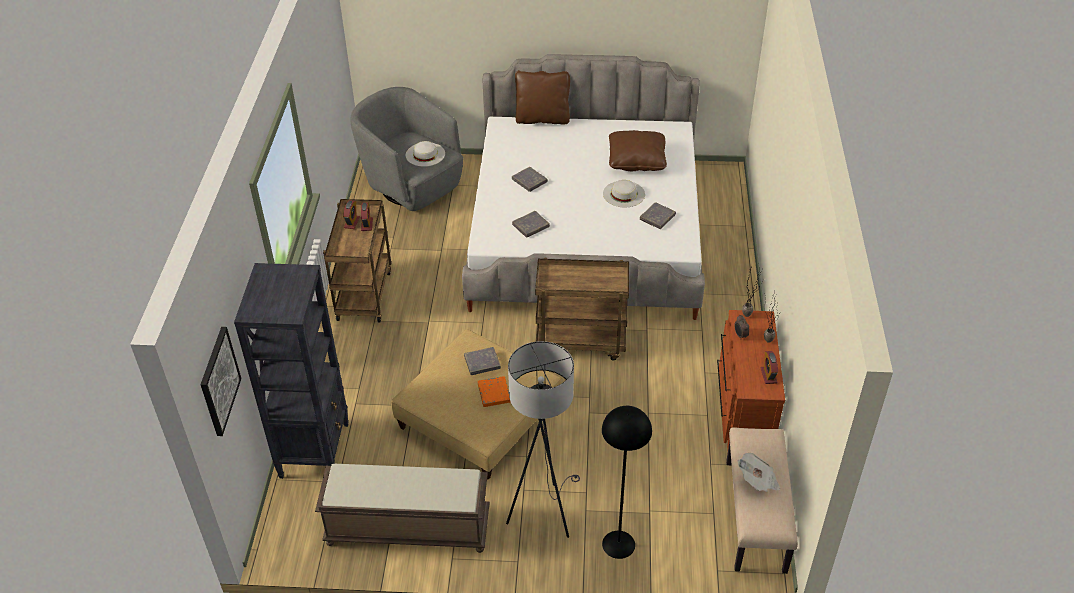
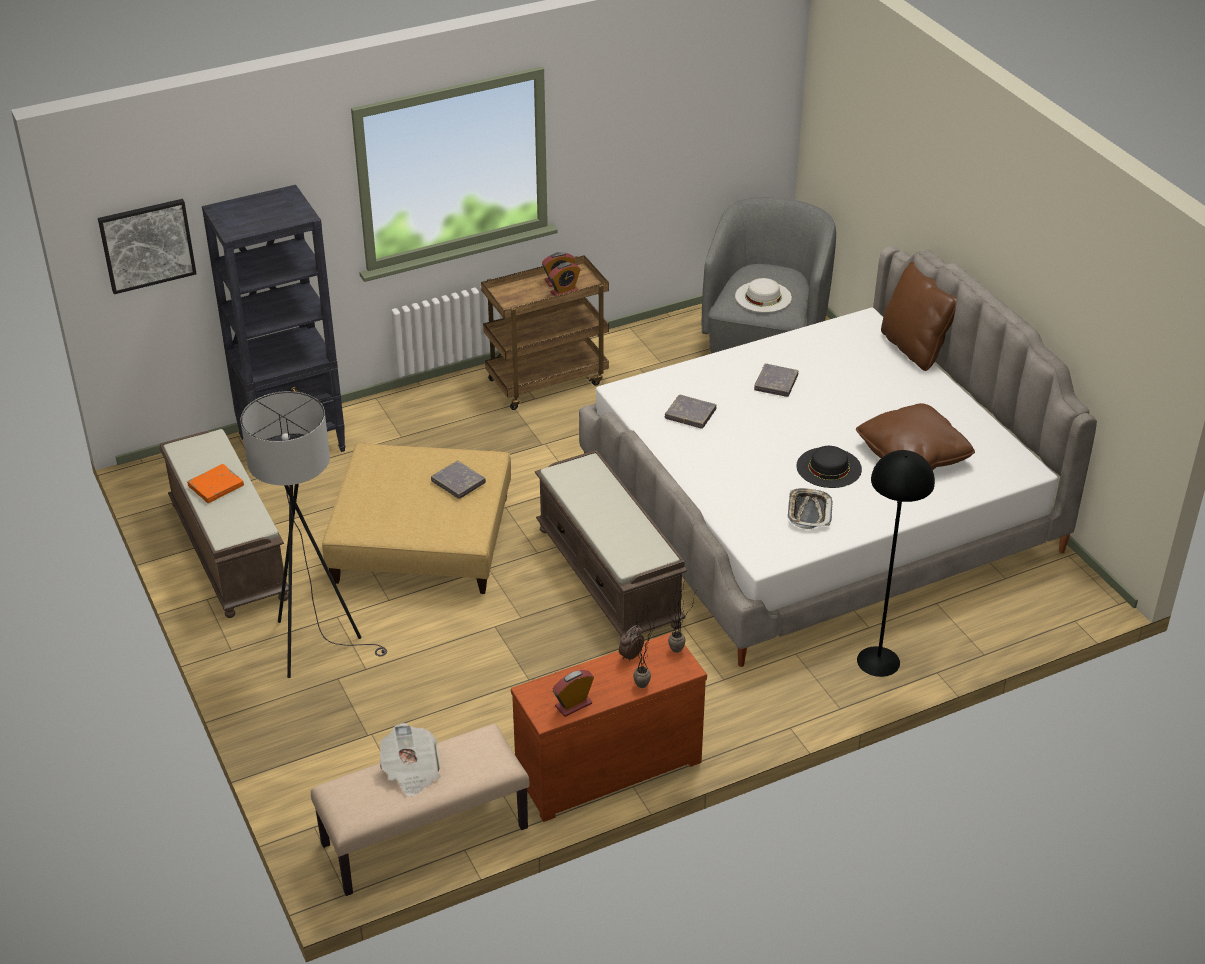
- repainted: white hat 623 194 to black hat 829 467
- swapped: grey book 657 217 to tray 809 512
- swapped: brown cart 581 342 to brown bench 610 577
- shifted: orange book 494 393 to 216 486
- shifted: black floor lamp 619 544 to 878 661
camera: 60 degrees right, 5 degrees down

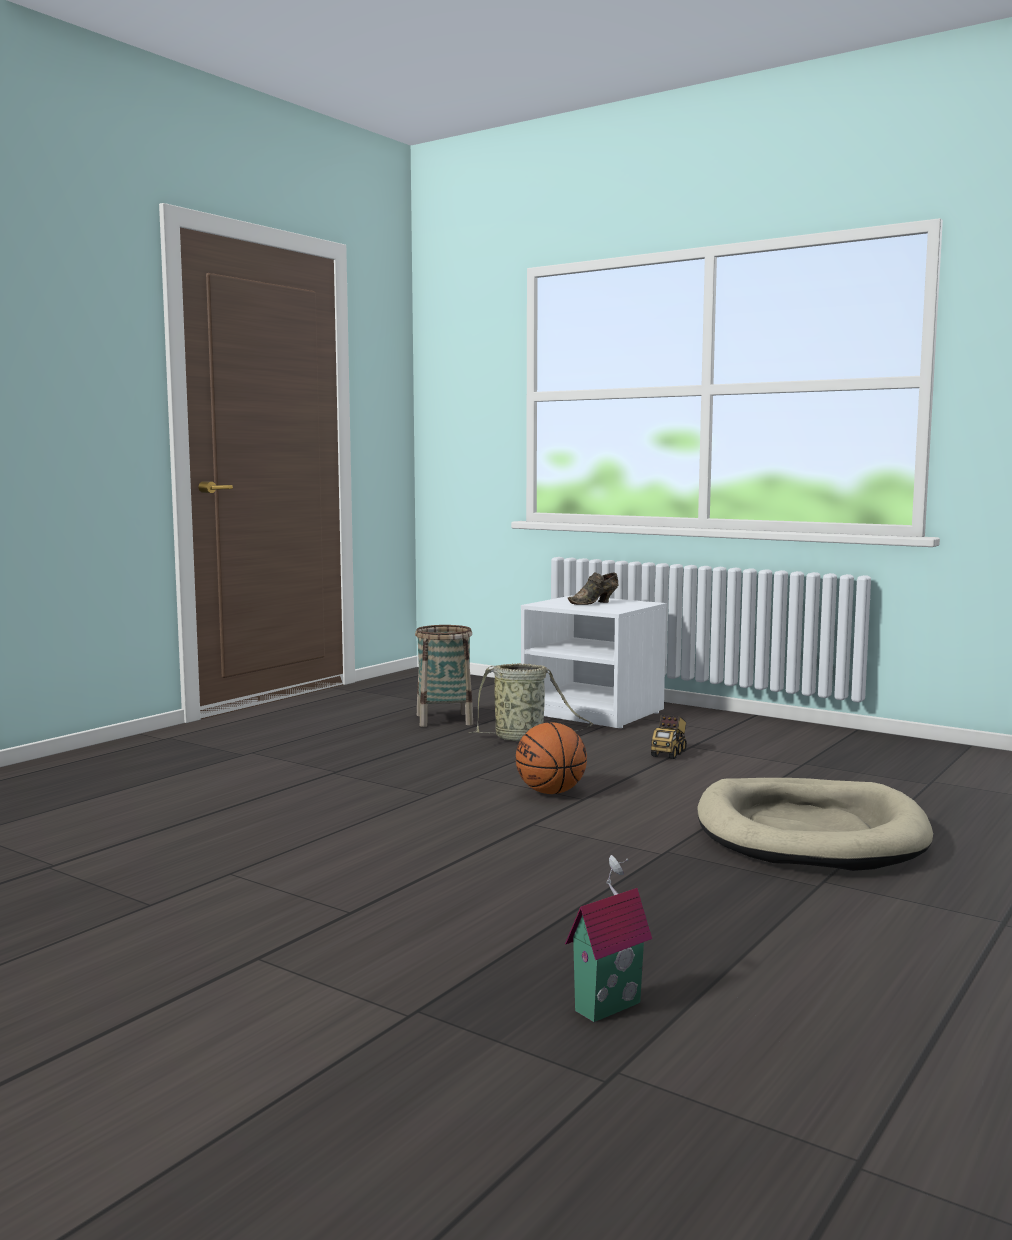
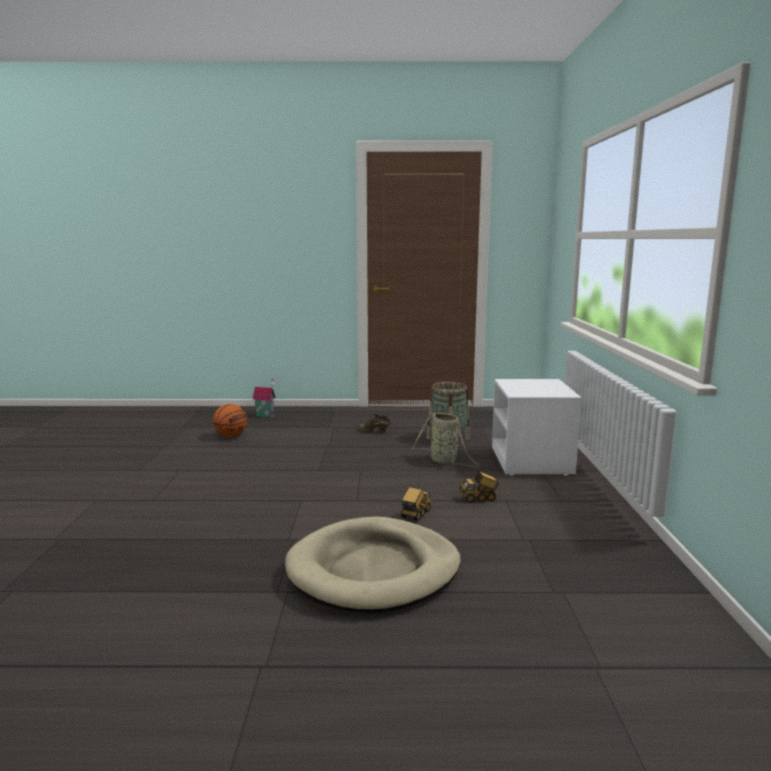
- shifted: brown shoe 595 603 to 374 431
- shifted: basketball 551 792 to 231 436
- shifted: toy house 605 1004 to 265 415
- new: toy truck 415 514
camera: 55 degrees right, 5 degrees up

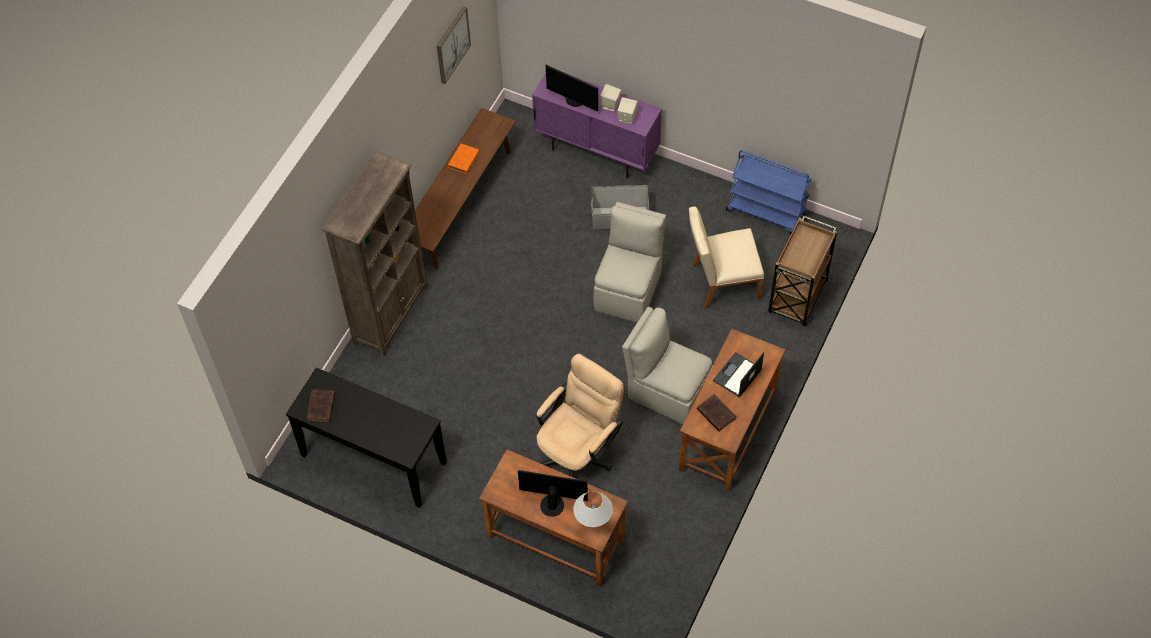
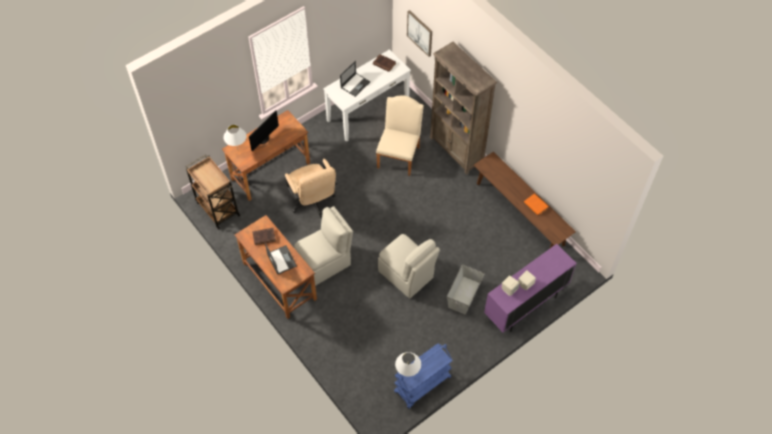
- shifted: picture 452 44 to 420 33
- gone: monitor 574 100
- shifted: beige chair 720 282 to 399 155
- shifted: brown cart 797 298 to 217 208
- repainted: black console table 373 459 to white console table 367 111
- new: laptop 355 84
- new: white table lamp 407 375
camera: 115 degrees right, 0 degrees up

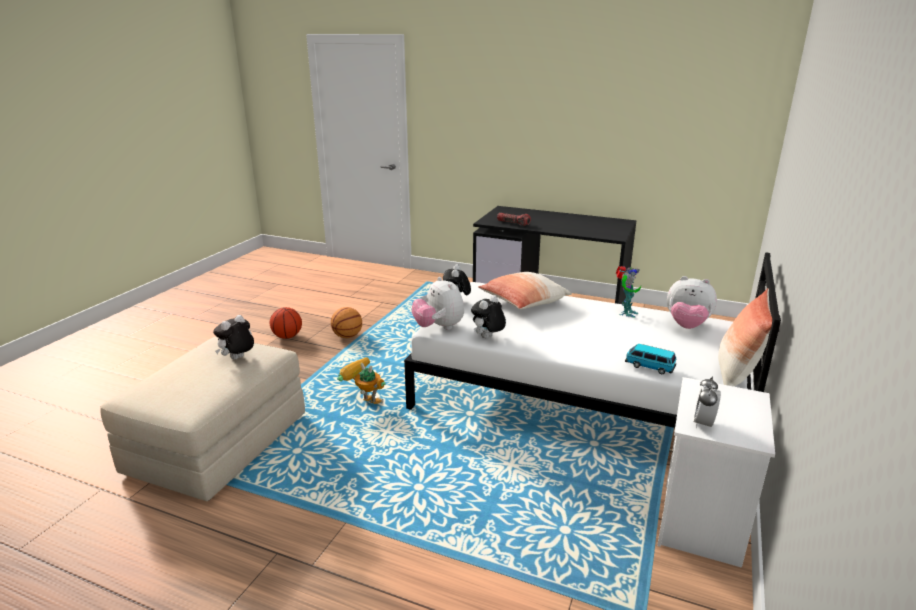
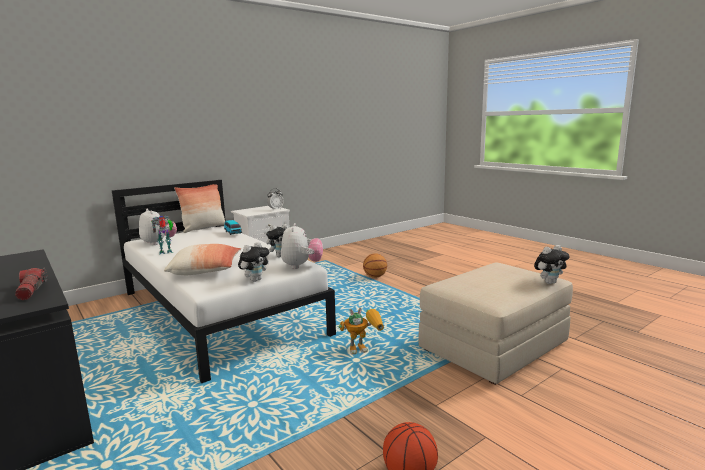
- shifted: basketball 347 336 to 375 276
- shifted: plush toy 238 359 to 549 282
- rotated: toy robot 363 402 = 364 348 75 degrees counterclockwise
camera: 150 degrees left, 10 degrees down

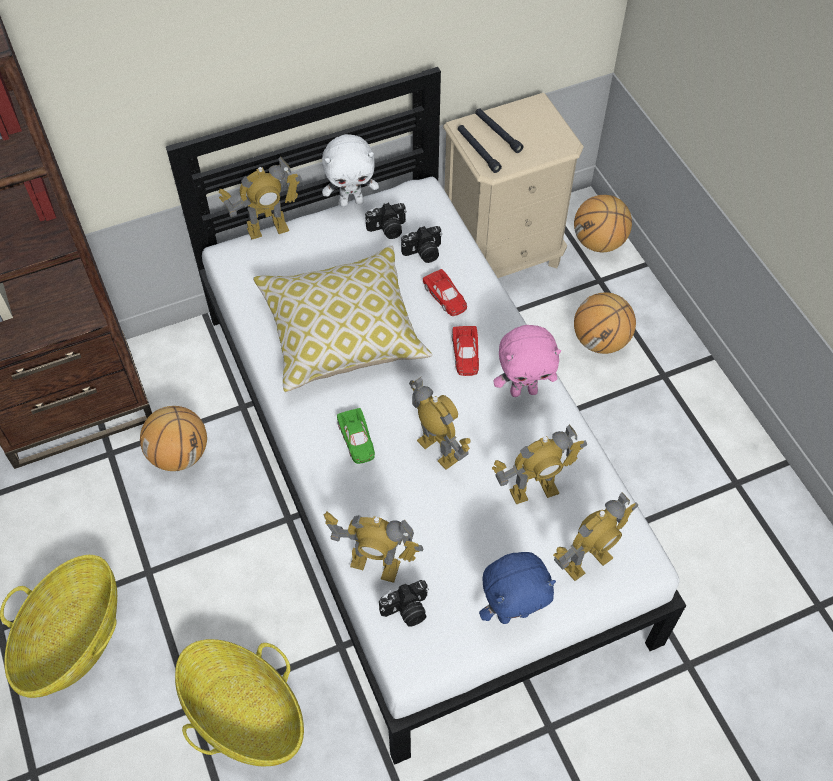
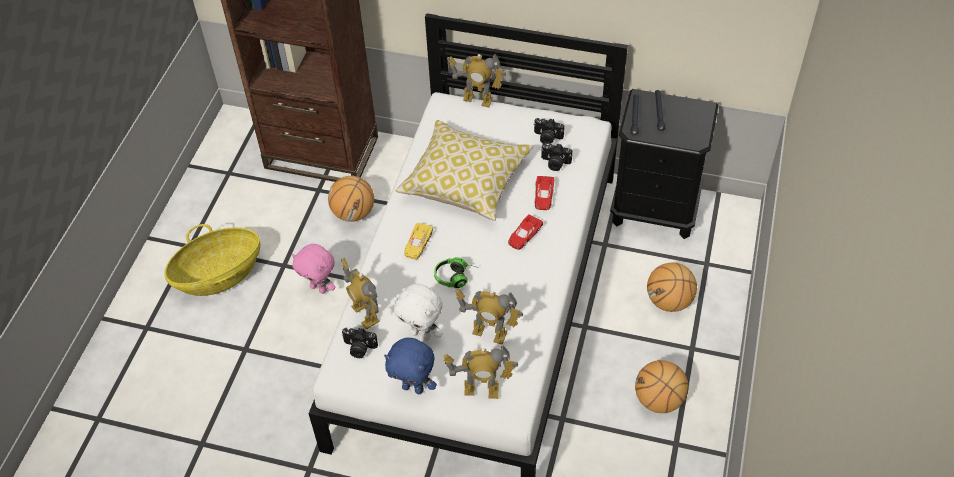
- repainted: beige nightstand 503 254 to black nightstand 655 210
- shifted: white plush toy 351 201 to 421 334
- shifted: basketball 599 242 to 658 400
- shifted: pink plush toy 524 390 to 319 288
- swapped: toy robot 438 450 to headphones 457 277
- repainted: green toy car 356 439 to yellow toy car 417 244
- gone: basket 244 714
camera: 40 degrees right, 5 degrees down

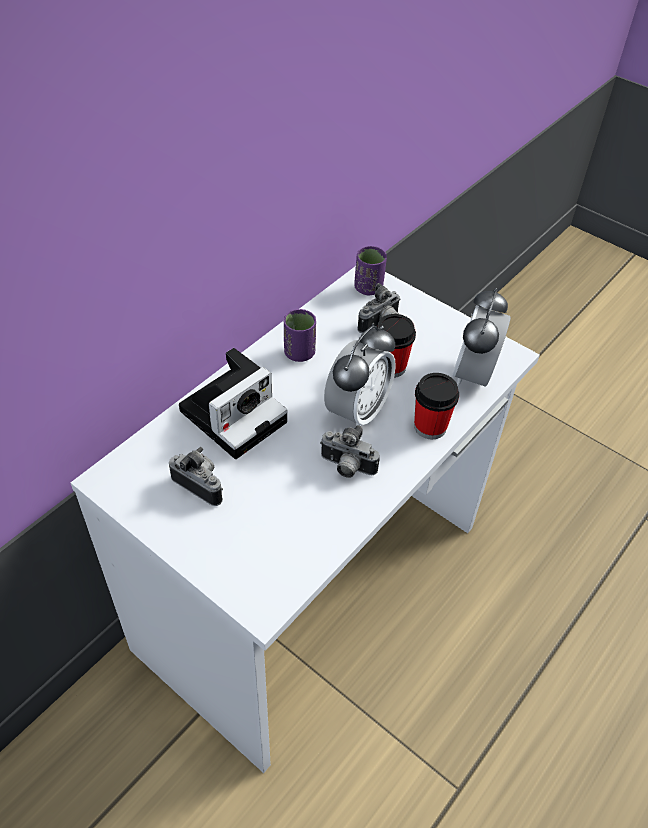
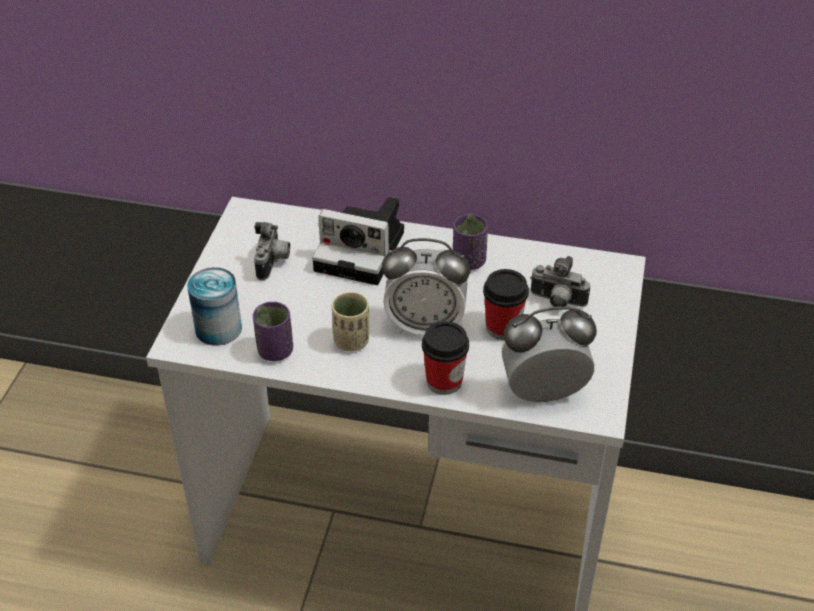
- shifted: purple cup 368 288 to 275 351
- swapped: photo camera 346 468 to beige cup 351 341
- new: can 218 328
camera: 65 degrees right, 5 degrees down

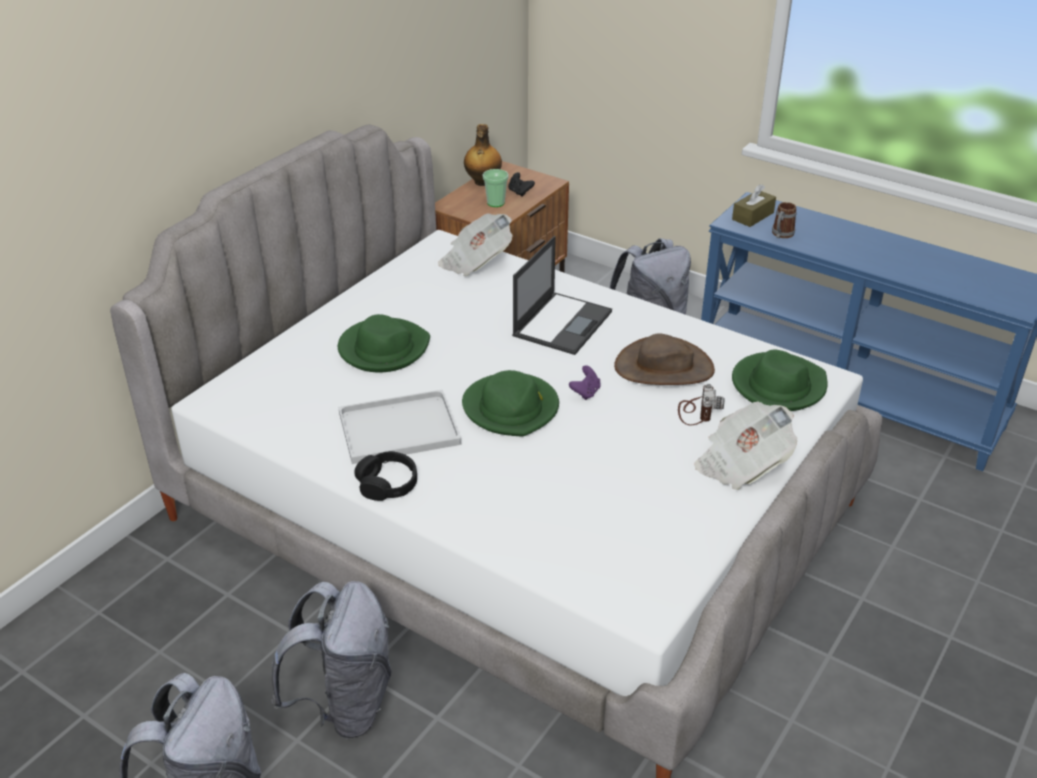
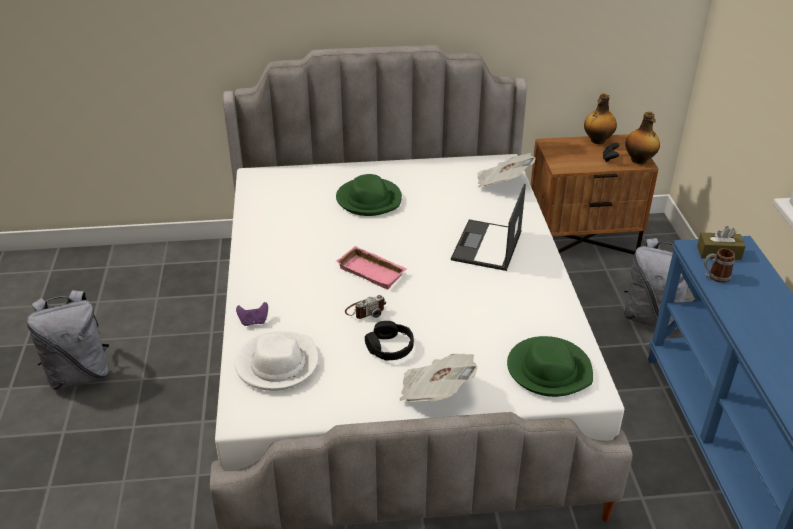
- gone: cup 495 203
- rotated: laptop 562 323 = 487 246 120 degrees clockwise
- gone: brown hat 664 368
- shifted: purple game controller 585 392 to 253 322
- swapped: green hat 511 408 to pink tray 373 271
- shifted: photo camera 697 411 to 365 310
- gone: white tray 397 430
- shifted: black headphones 387 484 to 389 347
- gone: grey backpack 344 704
- new: bottle 639 160
- new: white hat 277 364
camera: 50 degrees right, 0 degrees up

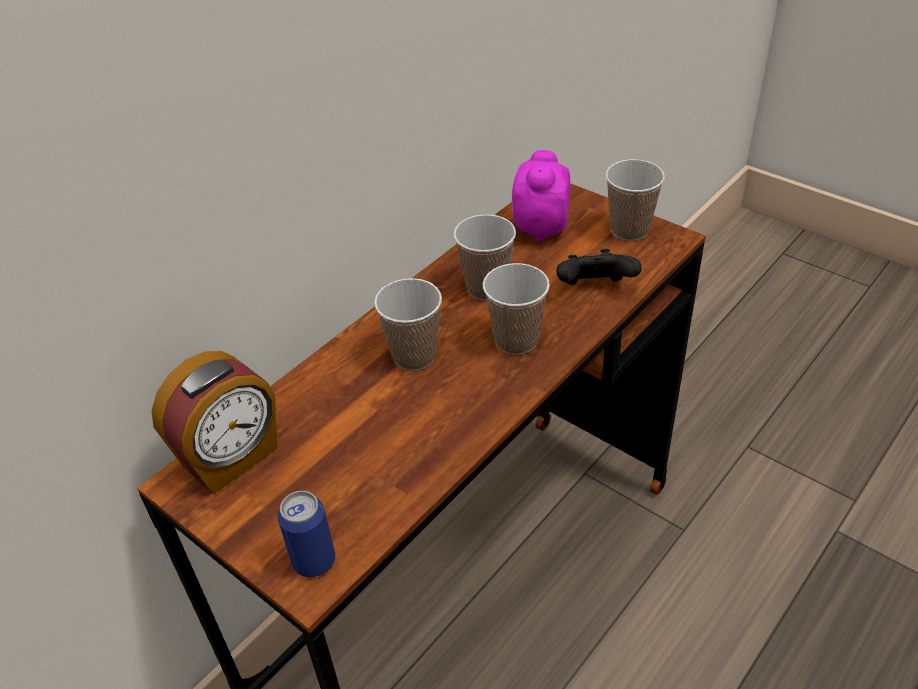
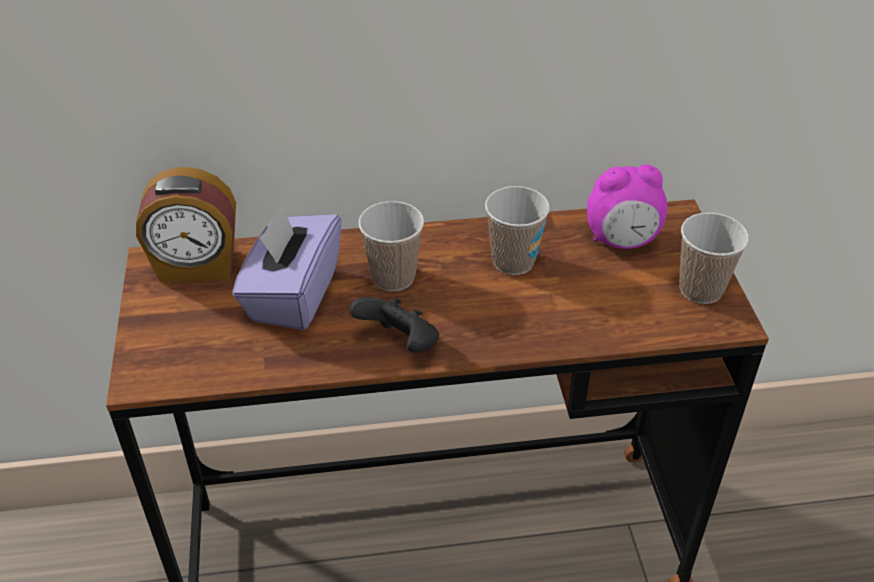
- rotated: alarm clock 540 229 = 621 241 150 degrees counterclockwise
- shifted: black game controller 594 289 to 400 344
- gone: cup 516 340
- gone: can 314 561
- new: purple tissue box 293 295
camera: 40 degrees right, 0 degrees up

